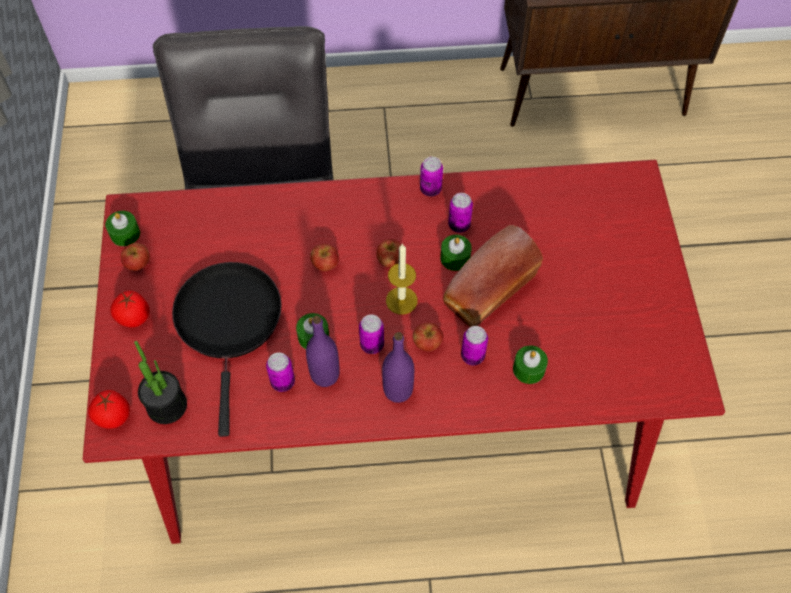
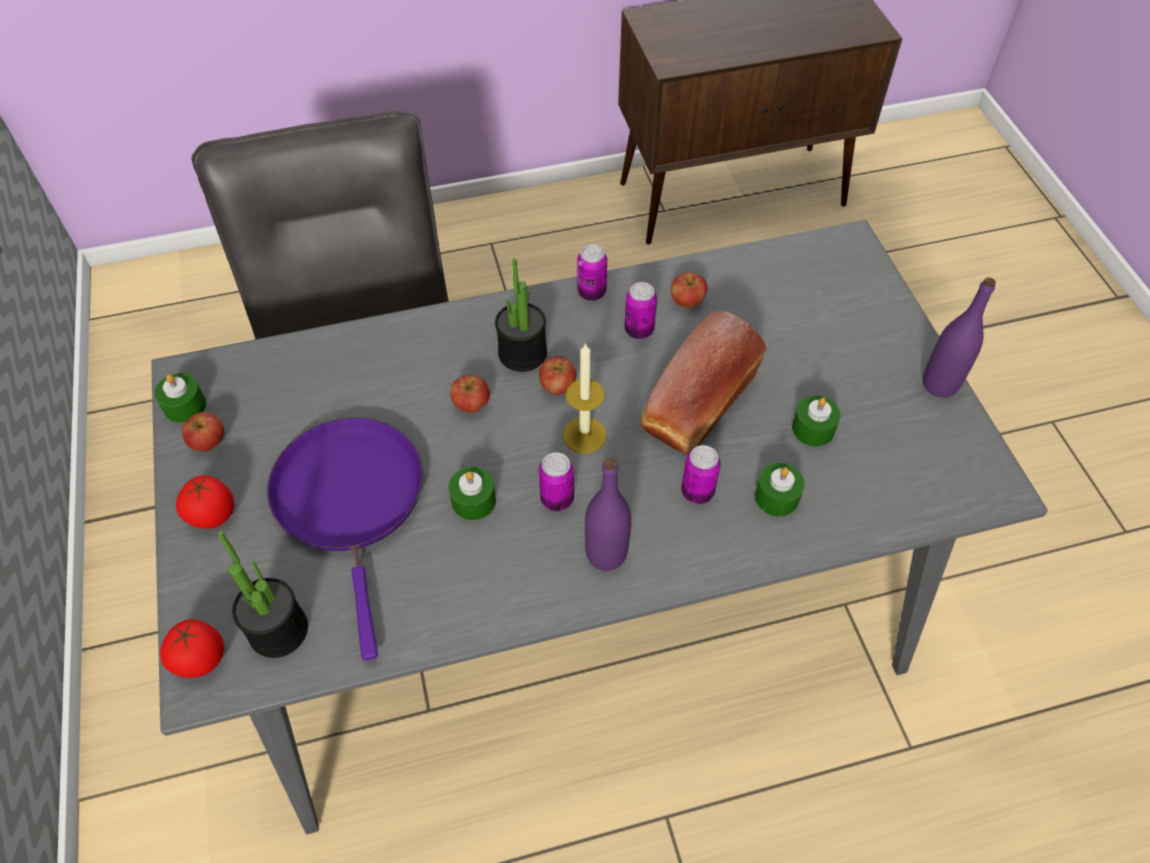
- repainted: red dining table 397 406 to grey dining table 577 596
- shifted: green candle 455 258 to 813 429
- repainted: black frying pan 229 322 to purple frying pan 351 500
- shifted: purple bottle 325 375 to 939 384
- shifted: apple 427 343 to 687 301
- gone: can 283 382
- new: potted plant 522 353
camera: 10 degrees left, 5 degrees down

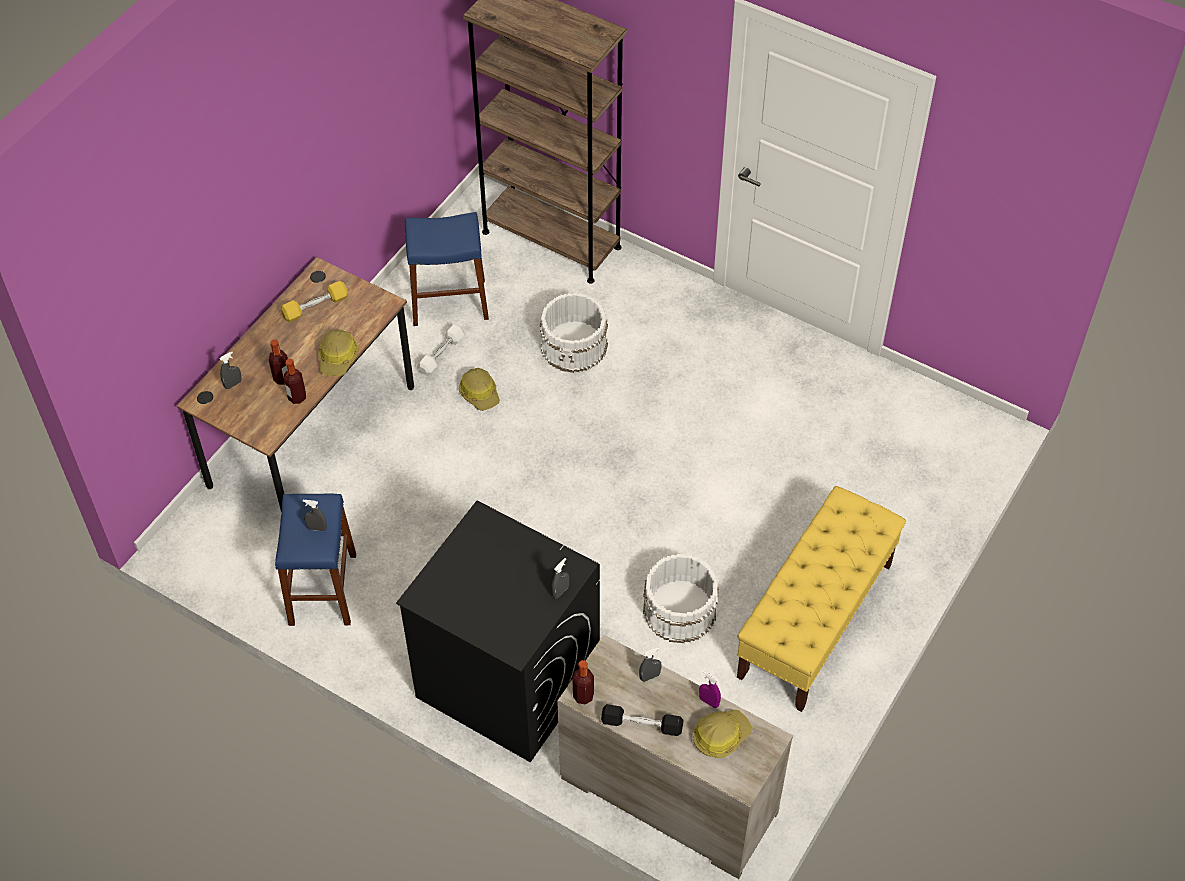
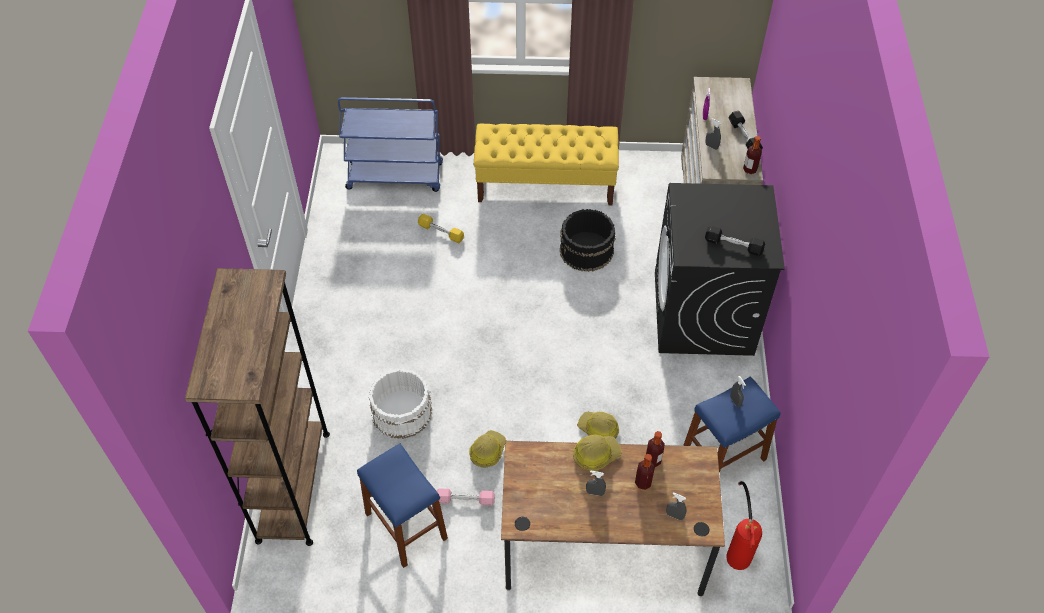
- shifted: yellow dumbbell 315 307 to 441 232
- repainted: white dumbbell 441 354 to pink dumbbell 465 500
- repainted: white bucket 679 609 to black bucket 586 251
- shifted: grey spray bottle 560 591 to 595 492
- shifted: hard hat 720 736 to 598 429
- new: blue cart 396 176
- new: black dumbbell 733 245
- new: fire extinguisher 738 545
camera: 120 degrees left, 0 degrees up

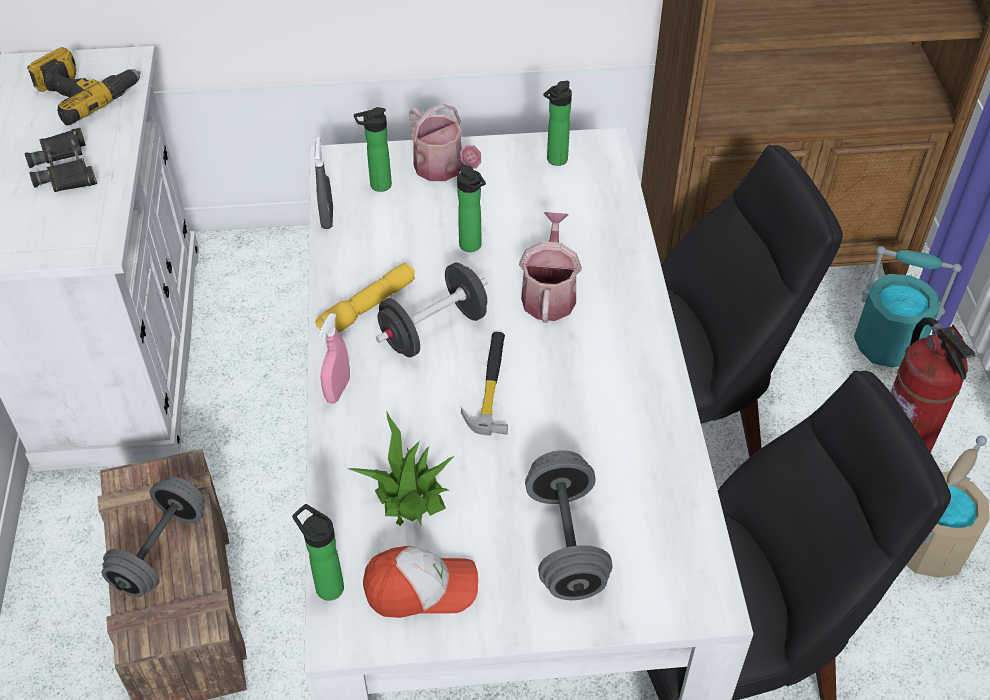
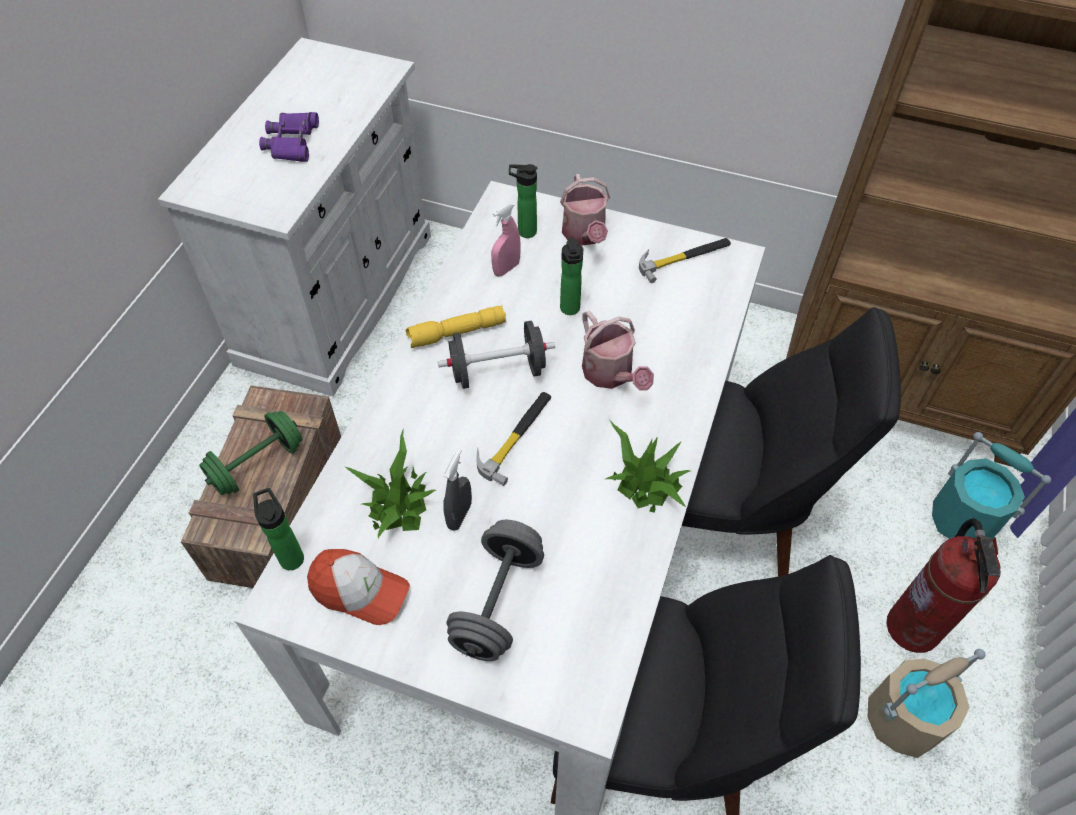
- gone: power drill 85 94
- swapped: bottle 555 161 to hammer 684 258
- repainted: black binoculars 65 169 to purple binoculars 292 142
- shifted: grey spray bottle 327 218 to 459 515
- rotated: watering can 549 294 = 611 374 120 degrees clockwise
- shifted: pink spray bottle 337 390 to 506 269
- repainted: grey dumbbell 160 551 to green dumbbell 257 465
- new: potted plant 645 481
camera: 25 degrees right, 5 degrees up

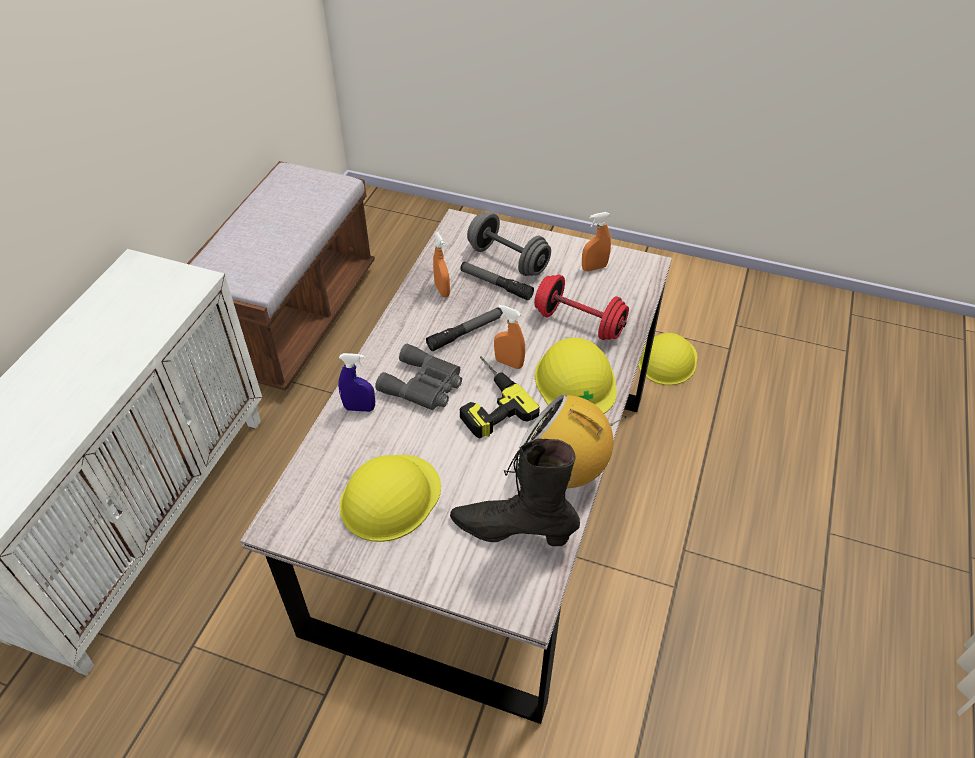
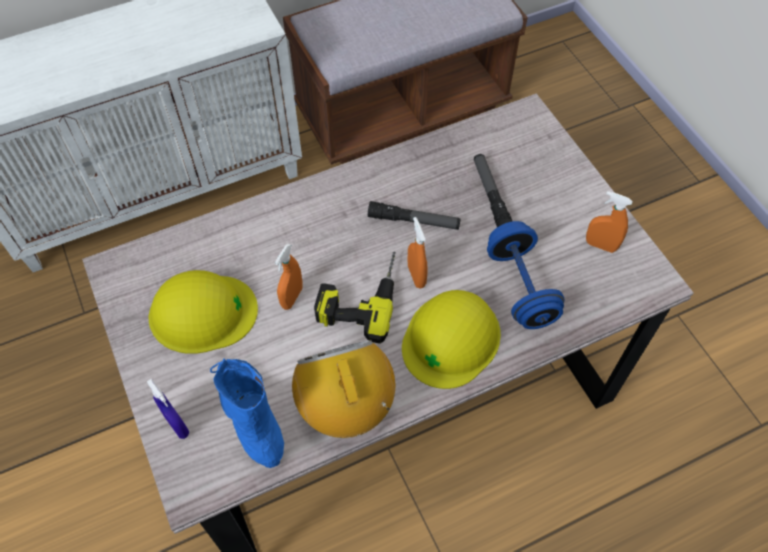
- gone: grey dumbbell 508 259
- shifted: orange spray bottle 442 290 to 292 297
- repainted: red dumbbell 579 323 to blue dumbbell 520 288
- gone: yellow hard hat 667 360
- gone: grey binoculars 423 385
- shifted: blue spray bottle 359 408 to 177 425
- repainted: black boot 512 530 to blue boot 251 419
camera: 45 degrees right, 10 degrees up

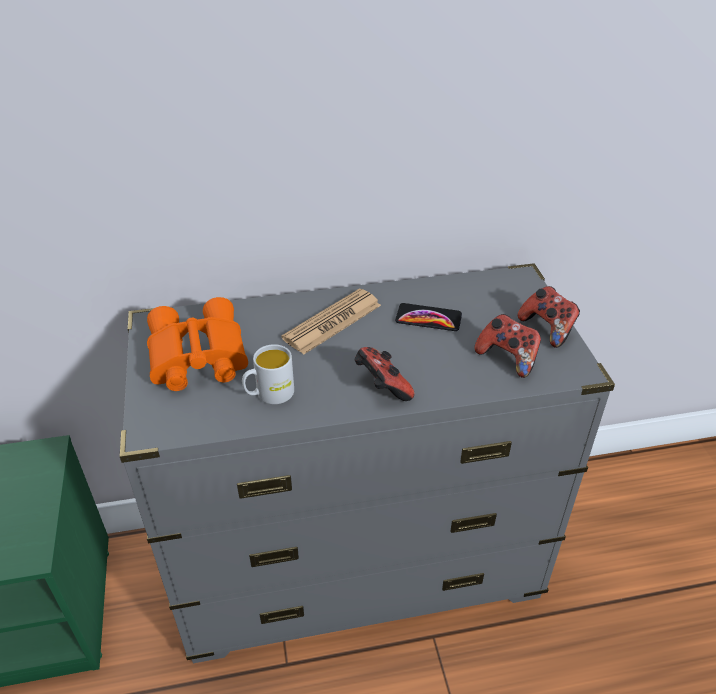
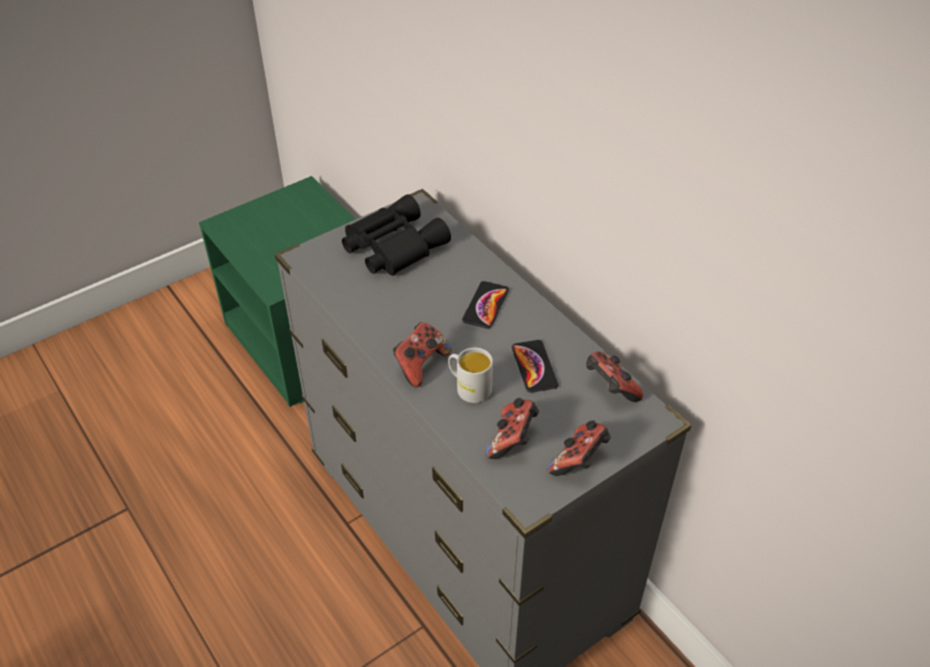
- swapped: newspaper 332 322 to phone 485 305
- repainted: orange binoculars 195 357 to black binoculars 391 246
- shifted: white mug 269 394 to 468 387
- new: game controller 609 388
camera: 65 degrees right, 5 degrees up

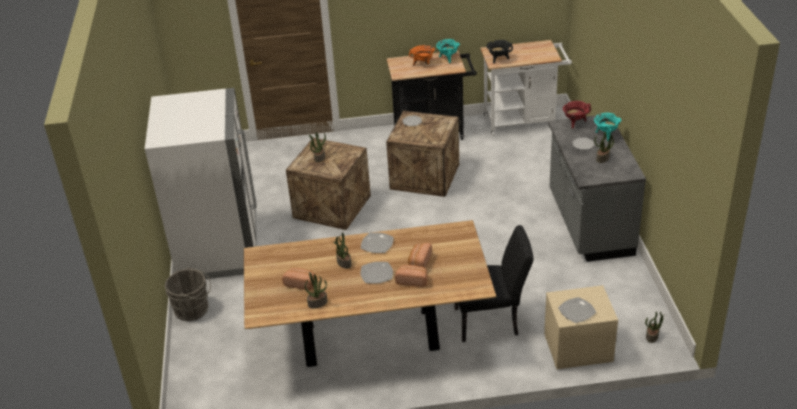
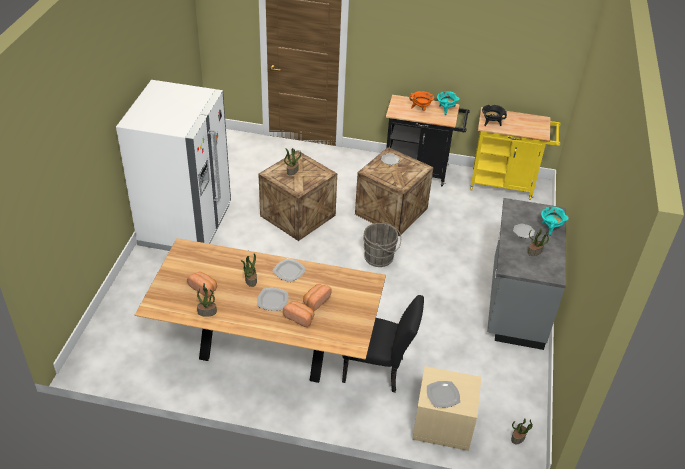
- repainted: white cart 524 121 to yellow cart 506 184
- gone: red cooking pot 575 123
- shifted: grey bucket 194 309 to 380 258
camera: 15 degrees right, 5 degrees up

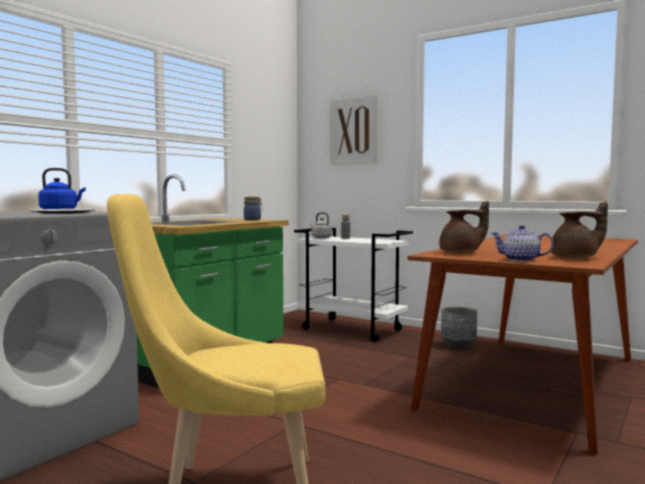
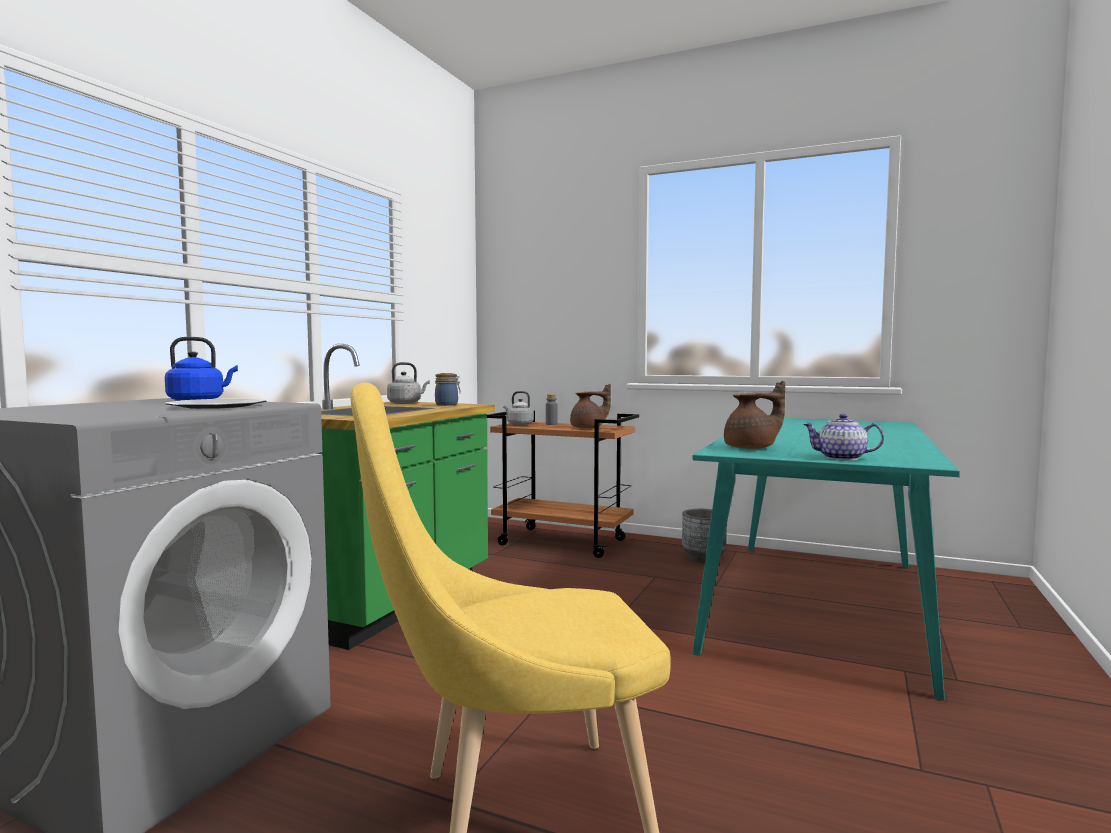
- gone: picture 354 130
- shifted: brown teapot 576 258 to 588 428
- repainted: white cart 353 330 to brown cart 563 542
- repainted: brown dining table 535 382 to turquoise dining table 819 604
- new: grey kettle 406 403
camera: 10 degrees left, 0 degrees up

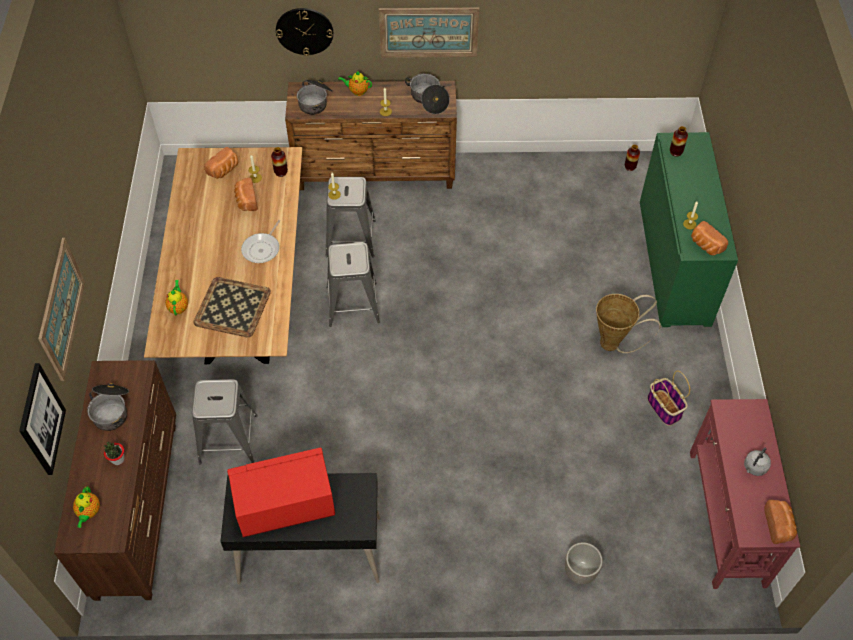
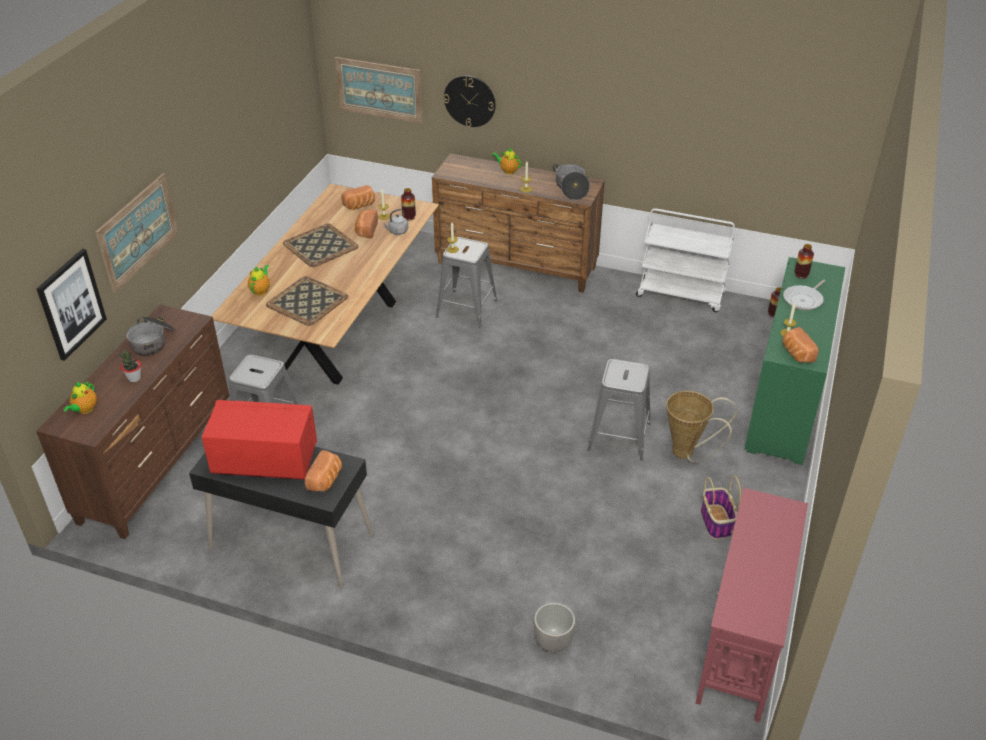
- shifted: picture 428 32 to 379 89
- gone: cooking pot 315 101
- shifted: frying pan 262 249 to 804 299
- shifted: grey stool 352 304 to 619 436
- shifted: grey kettle 754 468 to 397 231
- shifted: bread 779 526 to 326 480
- new: white cart 681 294
- new: tray 320 245
camera: 20 degrees right, 15 degrees down

